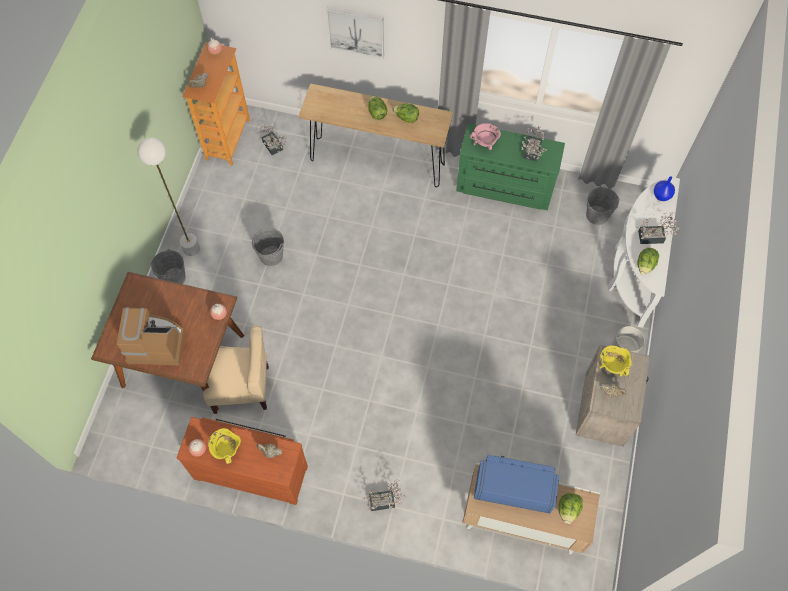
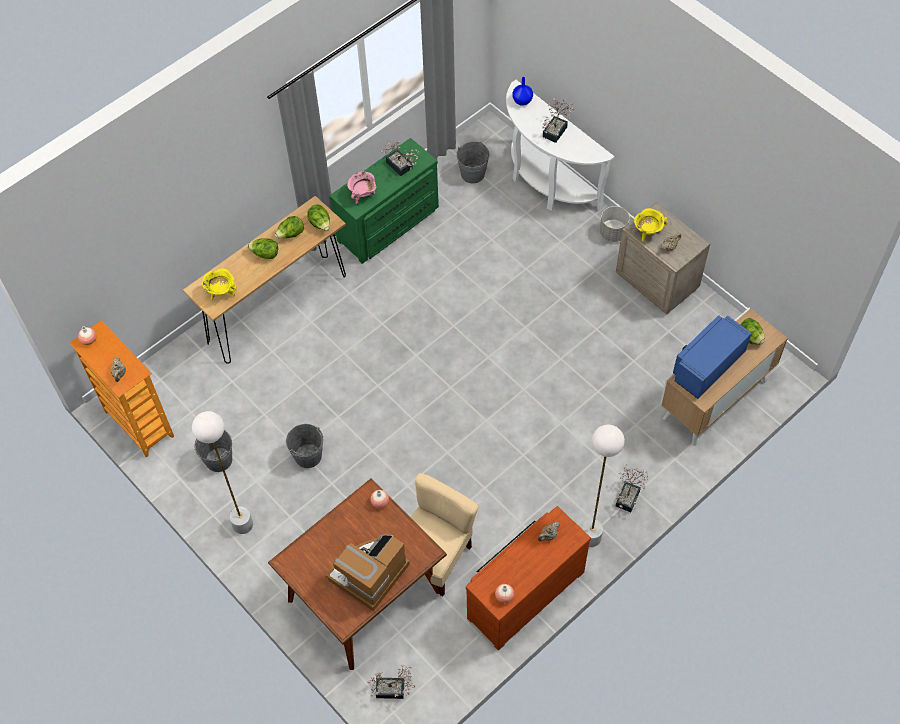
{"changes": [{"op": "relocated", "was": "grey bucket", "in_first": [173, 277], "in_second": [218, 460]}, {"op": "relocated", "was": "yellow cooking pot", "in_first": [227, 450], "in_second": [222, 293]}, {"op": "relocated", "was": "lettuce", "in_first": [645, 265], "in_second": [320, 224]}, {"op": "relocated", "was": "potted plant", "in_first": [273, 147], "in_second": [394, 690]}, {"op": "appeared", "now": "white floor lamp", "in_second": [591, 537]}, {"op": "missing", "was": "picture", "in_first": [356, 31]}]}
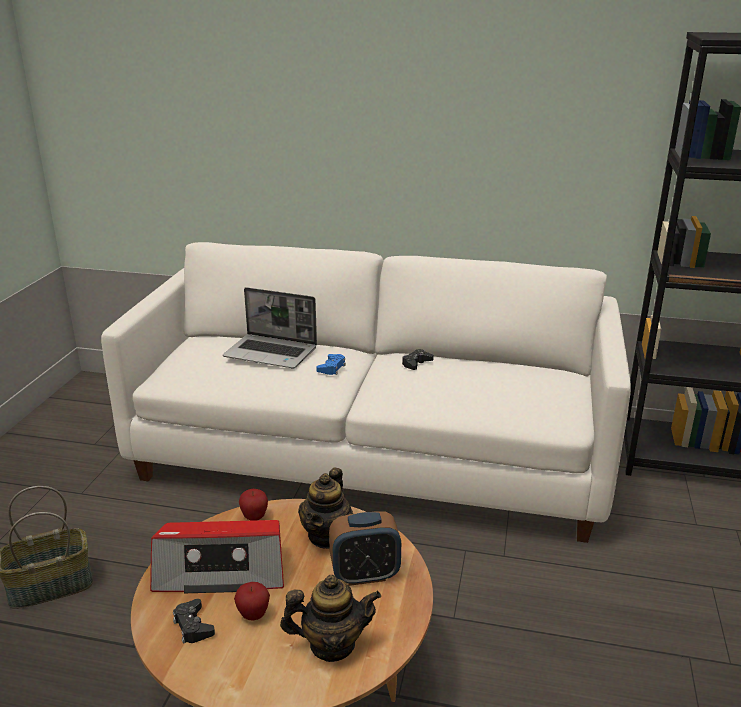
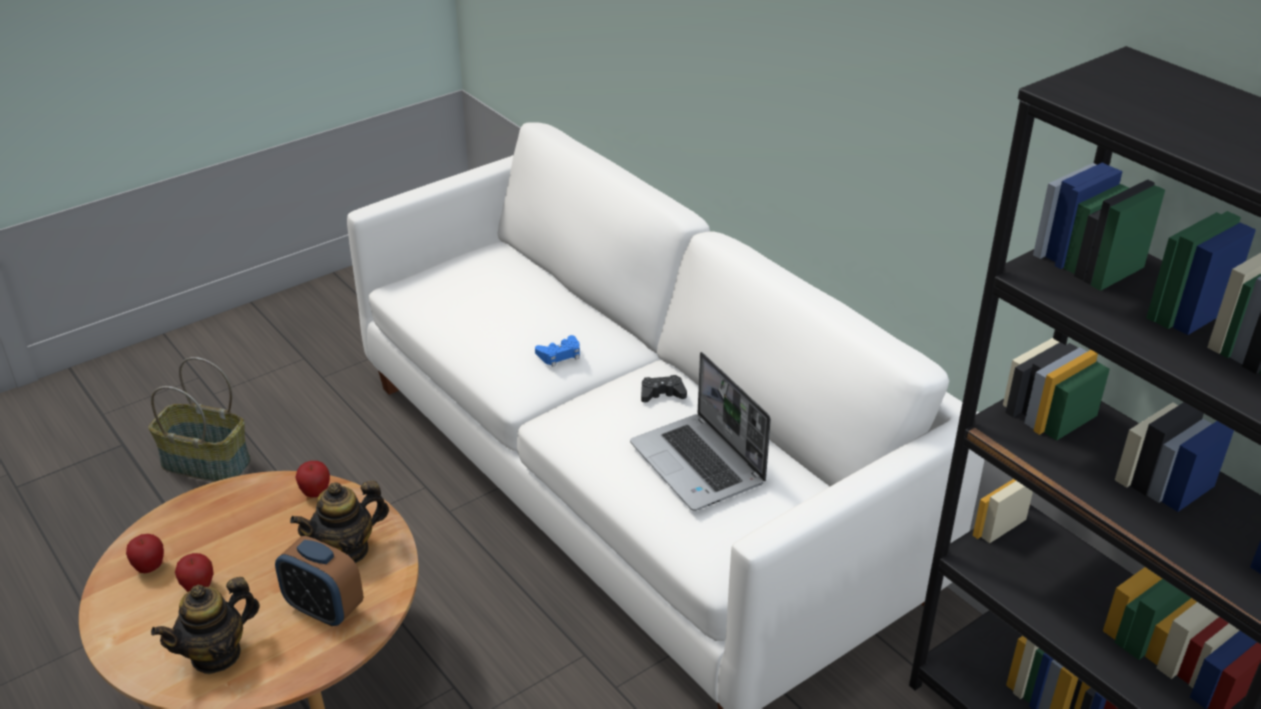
{"changes": [{"op": "exchanged", "was": "black game controller", "now": "apple", "in_first": [193, 626], "in_second": [150, 568]}, {"op": "spun", "was": "teapot", "in_first": [332, 645], "in_second": [216, 654], "clockwise": 105}, {"op": "relocated", "was": "laptop", "in_first": [272, 353], "in_second": [699, 464]}, {"op": "missing", "was": "radio", "in_first": [221, 570]}]}
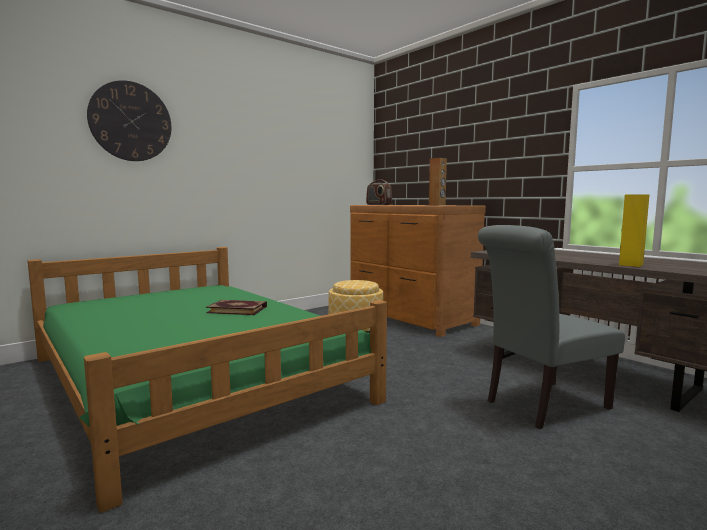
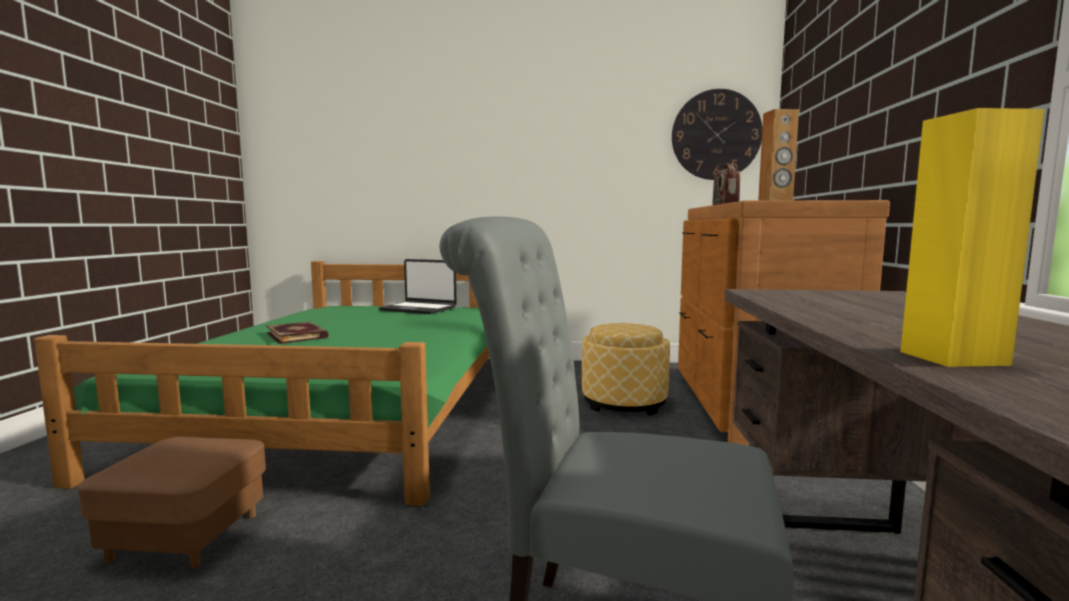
{"changes": [{"op": "appeared", "now": "brown ottoman", "in_second": [186, 537]}, {"op": "relocated", "was": "book", "in_first": [237, 309], "in_second": [298, 335]}, {"op": "appeared", "now": "laptop", "in_second": [419, 309]}, {"op": "relocated", "was": "wall clock", "in_first": [131, 121], "in_second": [716, 135]}]}
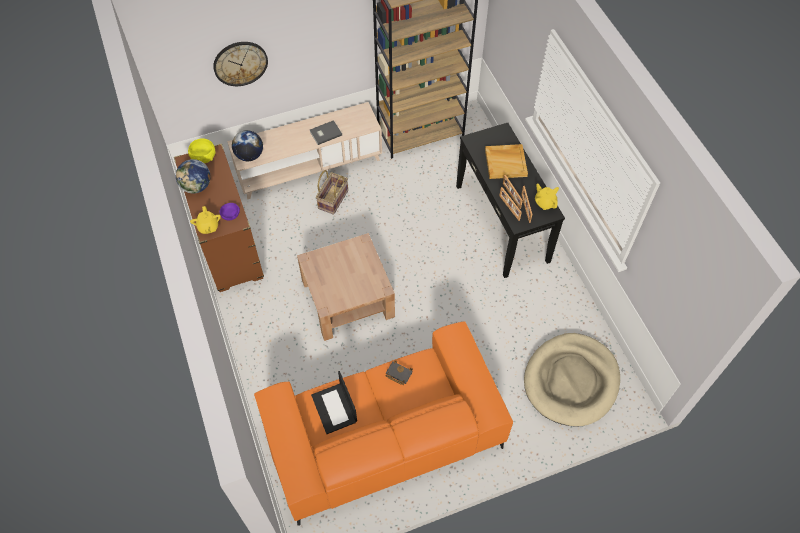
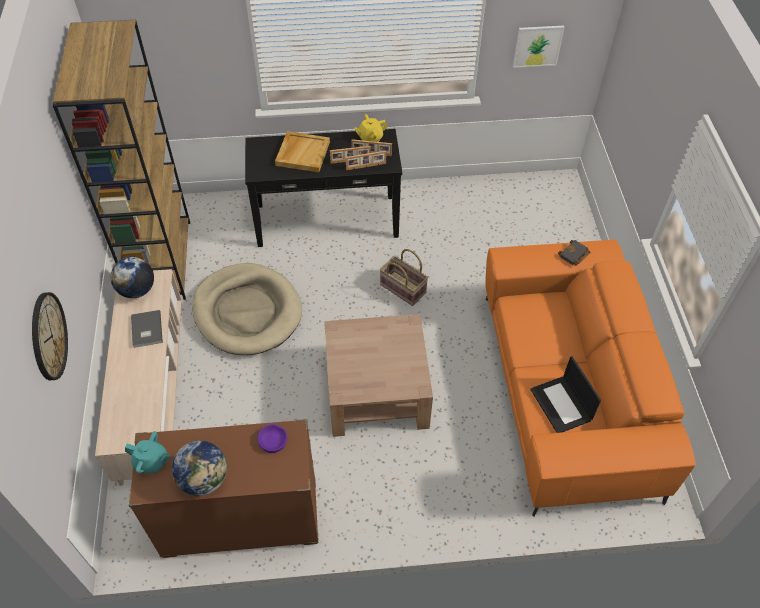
{"changes": [{"op": "relocated", "was": "globe", "in_first": [249, 155], "in_second": [137, 290]}, {"op": "exchanged", "was": "yellow bowl", "now": "turquoise teapot", "in_first": [203, 157], "in_second": [151, 461]}, {"op": "relocated", "was": "beige dog bed", "in_first": [571, 381], "in_second": [247, 312]}, {"op": "relocated", "was": "basket", "in_first": [332, 199], "in_second": [402, 289]}, {"op": "appeared", "now": "picture", "in_second": [537, 46]}, {"op": "spun", "was": "laptop", "in_first": [335, 408], "in_second": [562, 405], "clockwise": 75}, {"op": "relocated", "was": "black book", "in_first": [398, 374], "in_second": [574, 255]}, {"op": "missing", "was": "yellow teapot", "in_first": [208, 227]}]}
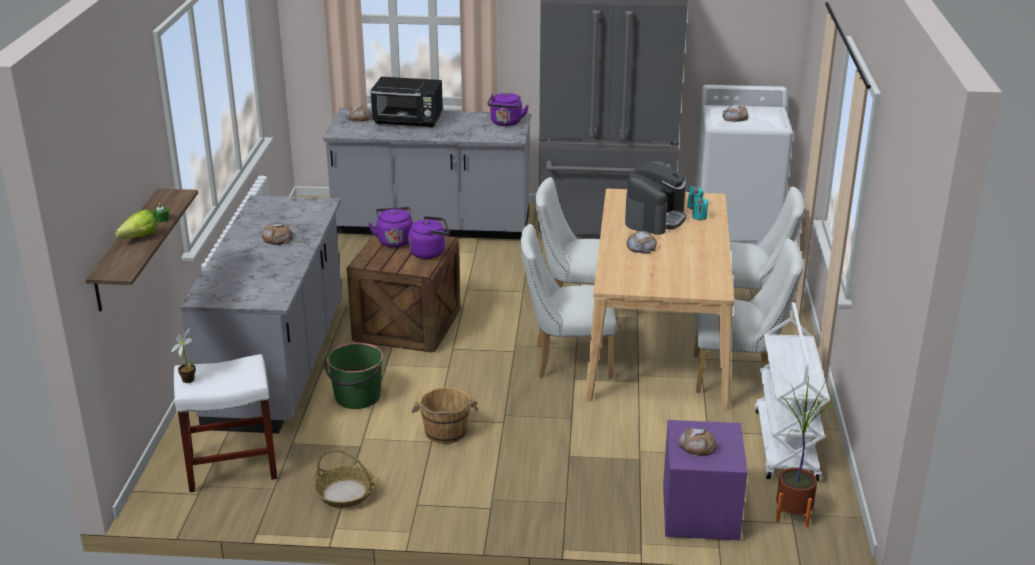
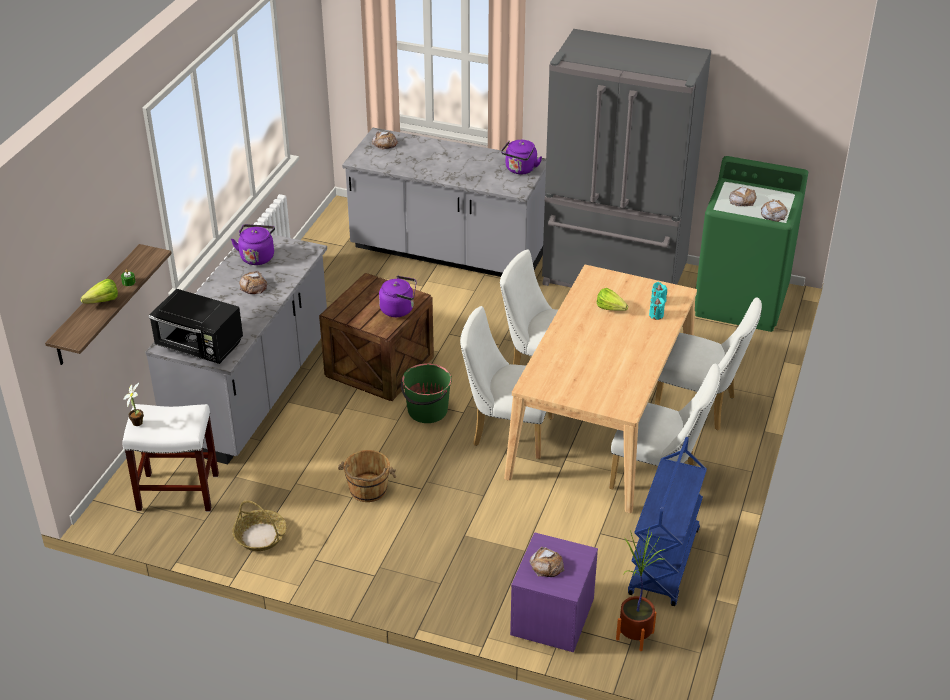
{"changes": [{"op": "relocated", "was": "black microwave", "in_first": [408, 121], "in_second": [200, 347]}, {"op": "relocated", "was": "purple kettle", "in_first": [394, 240], "in_second": [257, 256]}, {"op": "relocated", "was": "green bucket", "in_first": [357, 397], "in_second": [427, 411]}, {"op": "exchanged", "was": "coffee machine", "now": "lettuce", "in_first": [655, 218], "in_second": [612, 310]}, {"op": "colour", "was": "white cart", "now": "blue cart", "in_first": [786, 446], "in_second": [664, 563]}, {"op": "colour", "was": "white washing machine", "now": "green washing machine", "in_first": [736, 229], "in_second": [741, 301]}, {"op": "relocated", "was": "bread", "in_first": [641, 246], "in_second": [773, 214]}]}
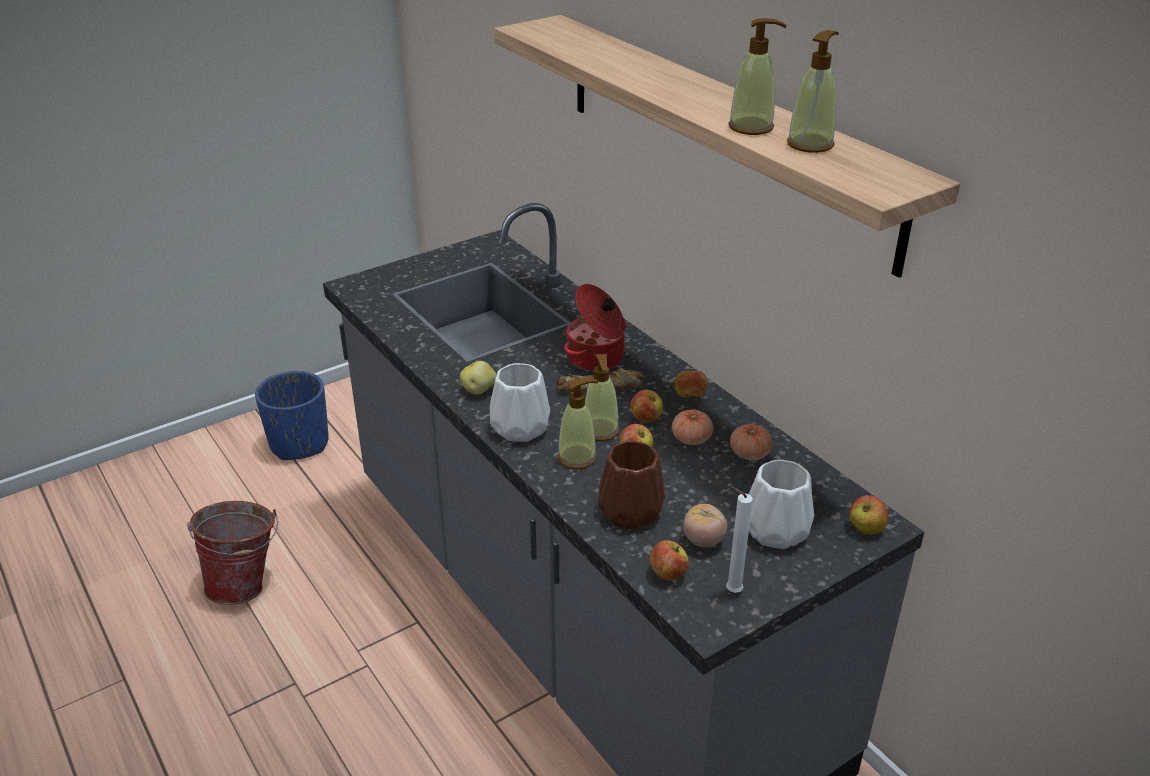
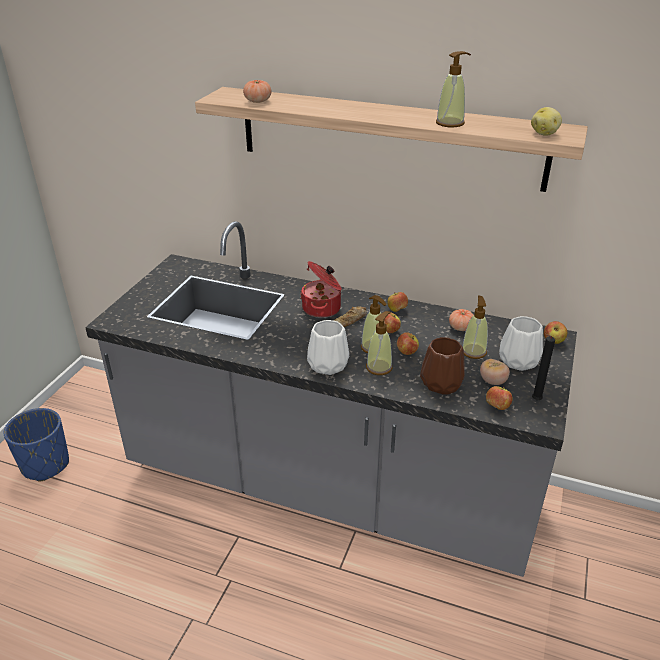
{"changes": [{"op": "relocated", "was": "tomato", "in_first": [691, 439], "in_second": [258, 101]}, {"op": "relocated", "was": "soap dispenser", "in_first": [810, 144], "in_second": [473, 351]}, {"op": "relocated", "was": "potato", "in_first": [479, 390], "in_second": [544, 133]}, {"op": "colour", "was": "white candle", "now": "black candle", "in_first": [731, 591], "in_second": [535, 400]}, {"op": "missing", "was": "bucket", "in_first": [247, 584]}]}
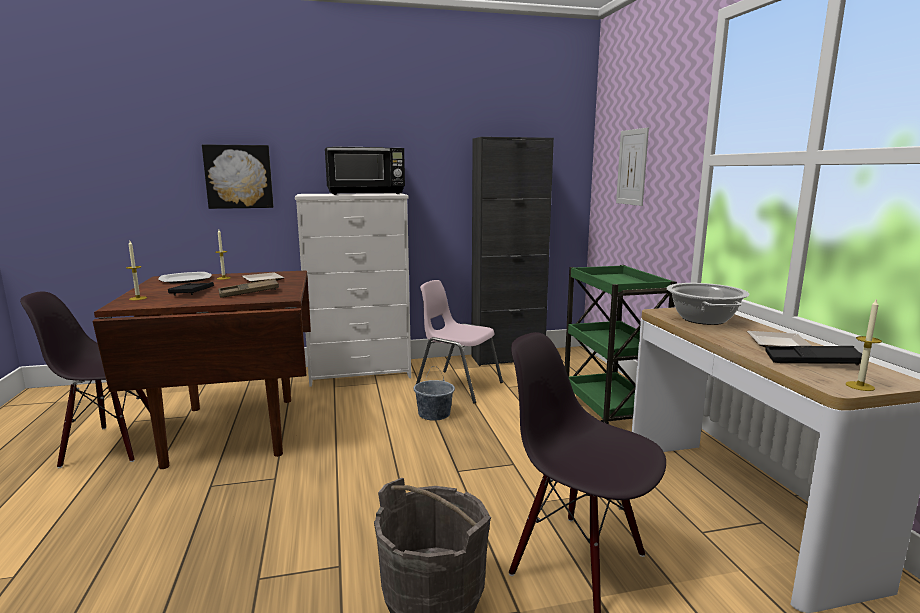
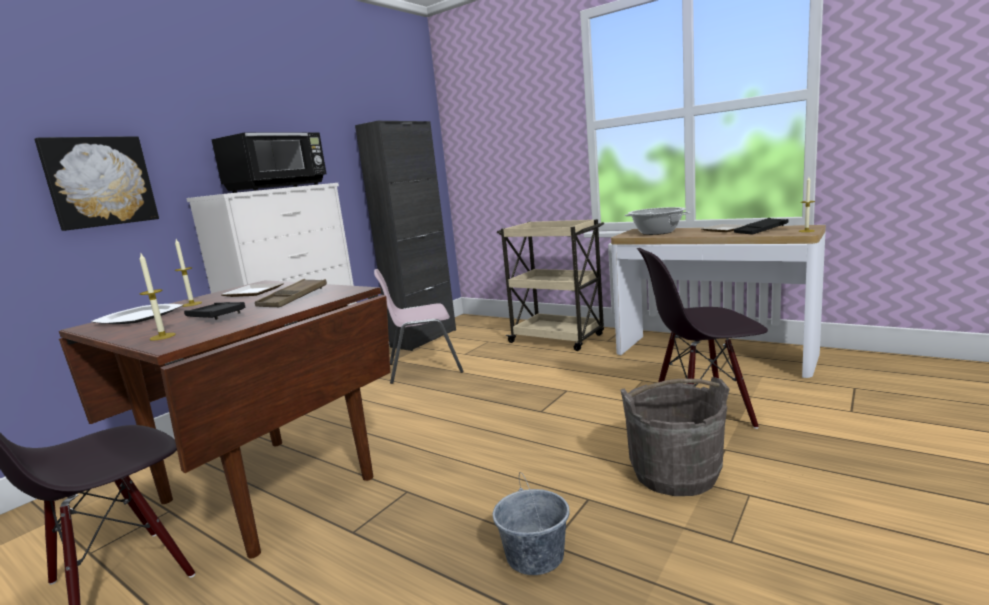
{"changes": [{"op": "relocated", "was": "grey bucket", "in_first": [434, 414], "in_second": [535, 556]}, {"op": "colour", "was": "green cart", "now": "beige cart", "in_first": [610, 409], "in_second": [558, 339]}, {"op": "missing", "was": "picture", "in_first": [632, 167]}]}
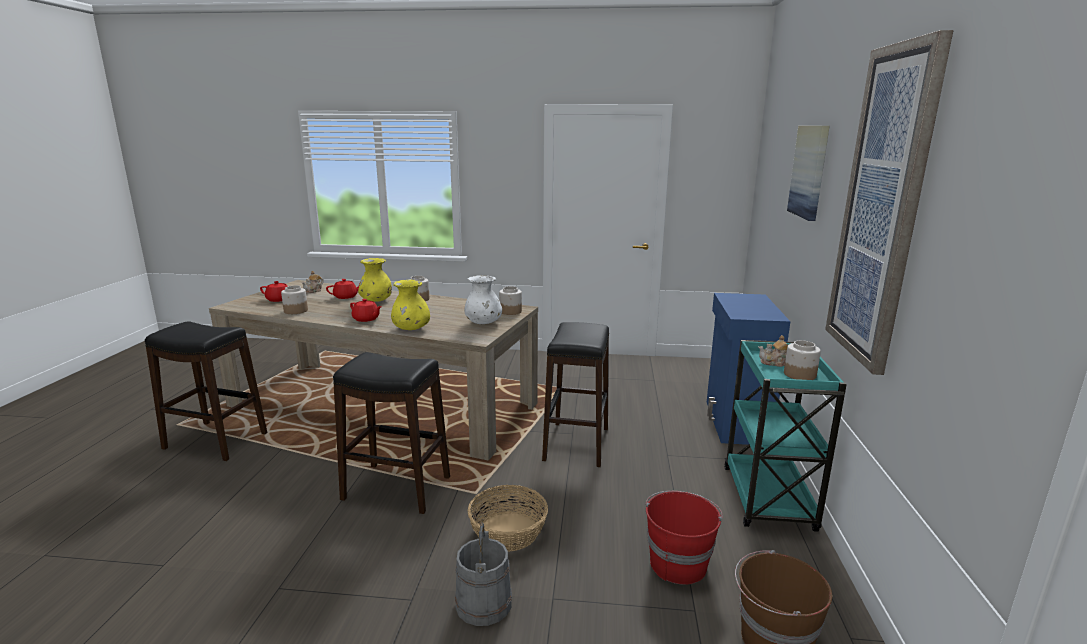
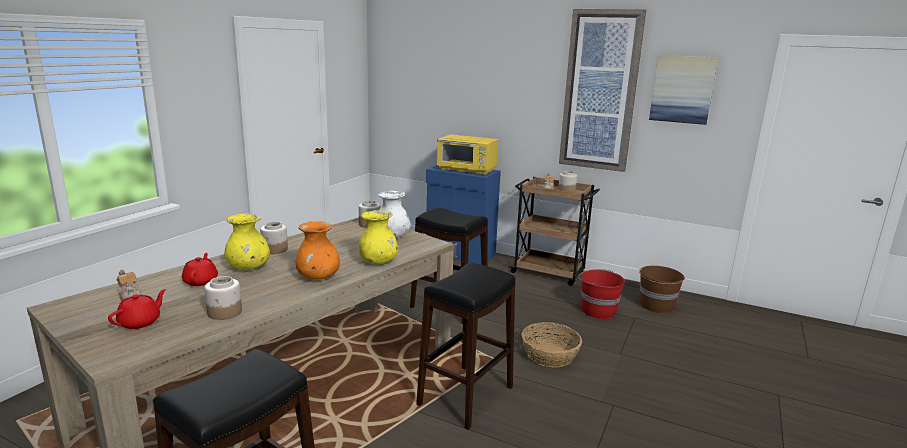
{"changes": [{"op": "exchanged", "was": "red teapot", "now": "orange vase", "in_first": [366, 319], "in_second": [318, 277]}, {"op": "appeared", "now": "yellow microwave", "in_second": [467, 170]}, {"op": "colour", "was": "turquoise cart", "now": "brown cart", "in_first": [768, 500], "in_second": [549, 272]}, {"op": "relocated", "was": "picture", "in_first": [809, 171], "in_second": [682, 89]}, {"op": "missing", "was": "grey bucket", "in_first": [484, 603]}]}
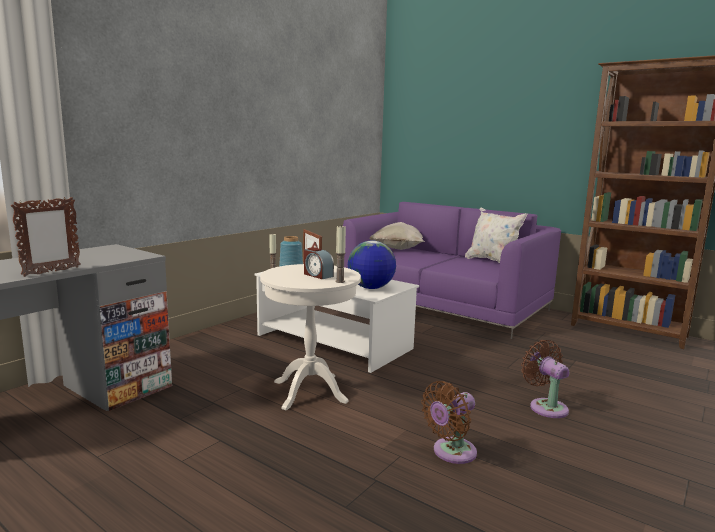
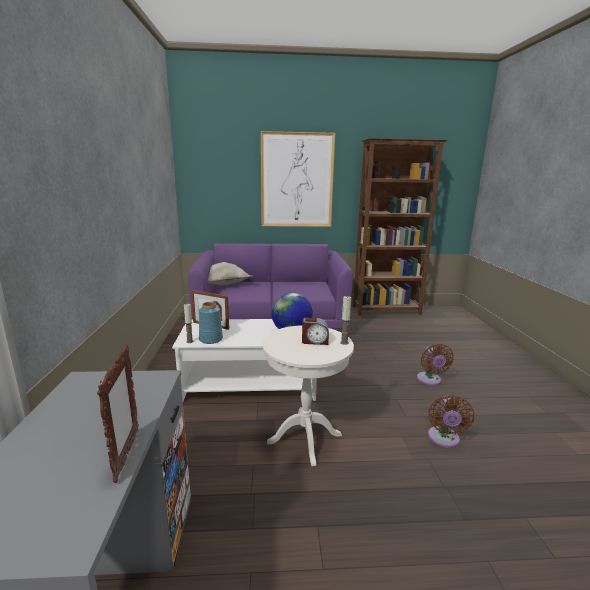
{"changes": [{"op": "appeared", "now": "picture", "in_second": [297, 180]}, {"op": "spun", "was": "brown fan", "in_first": [545, 406], "in_second": [430, 380], "clockwise": -120}, {"op": "missing", "was": "white pillow", "in_first": [492, 262]}]}
